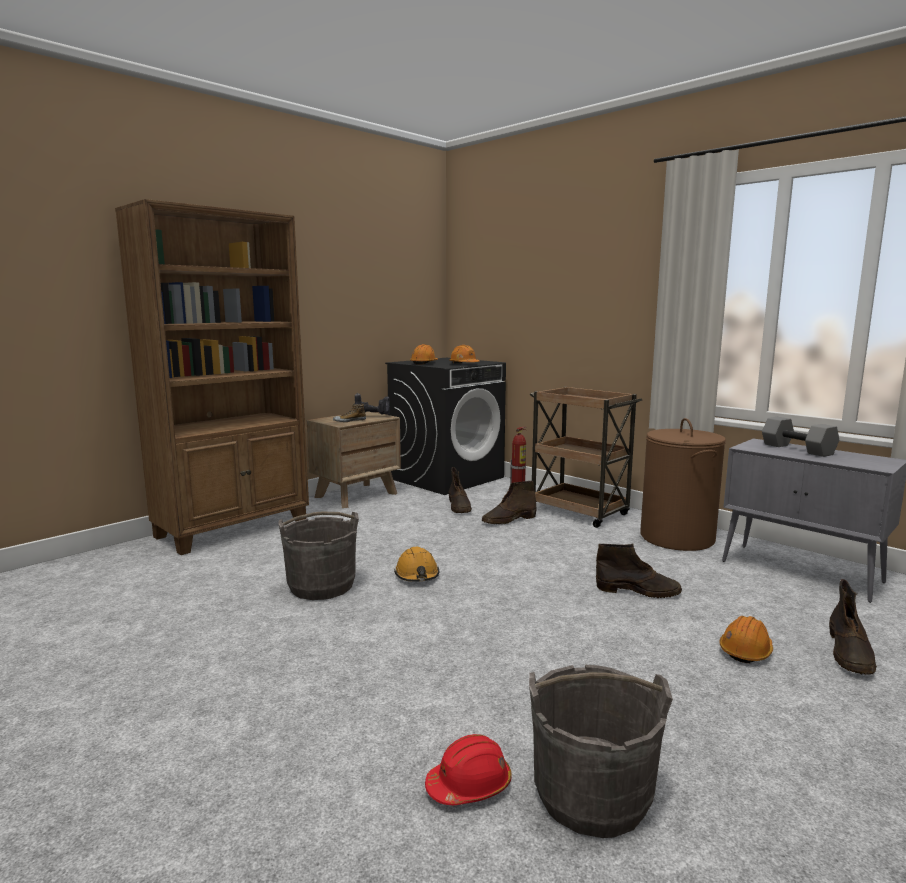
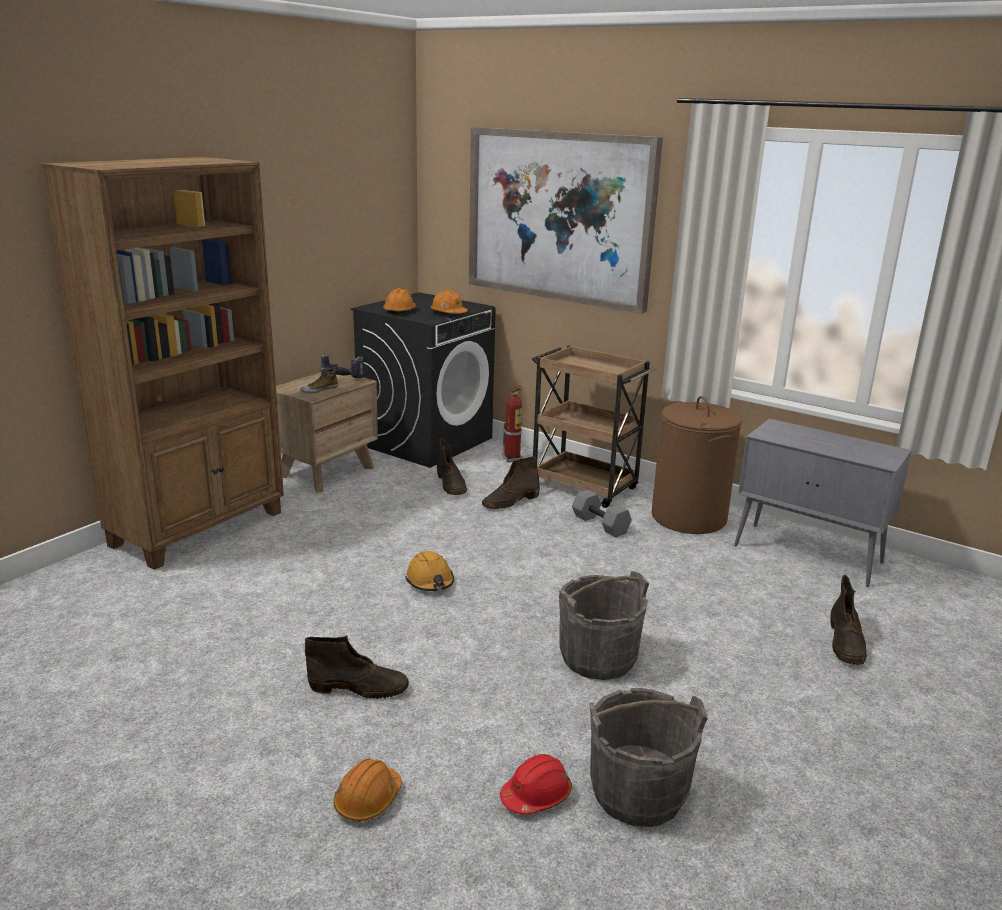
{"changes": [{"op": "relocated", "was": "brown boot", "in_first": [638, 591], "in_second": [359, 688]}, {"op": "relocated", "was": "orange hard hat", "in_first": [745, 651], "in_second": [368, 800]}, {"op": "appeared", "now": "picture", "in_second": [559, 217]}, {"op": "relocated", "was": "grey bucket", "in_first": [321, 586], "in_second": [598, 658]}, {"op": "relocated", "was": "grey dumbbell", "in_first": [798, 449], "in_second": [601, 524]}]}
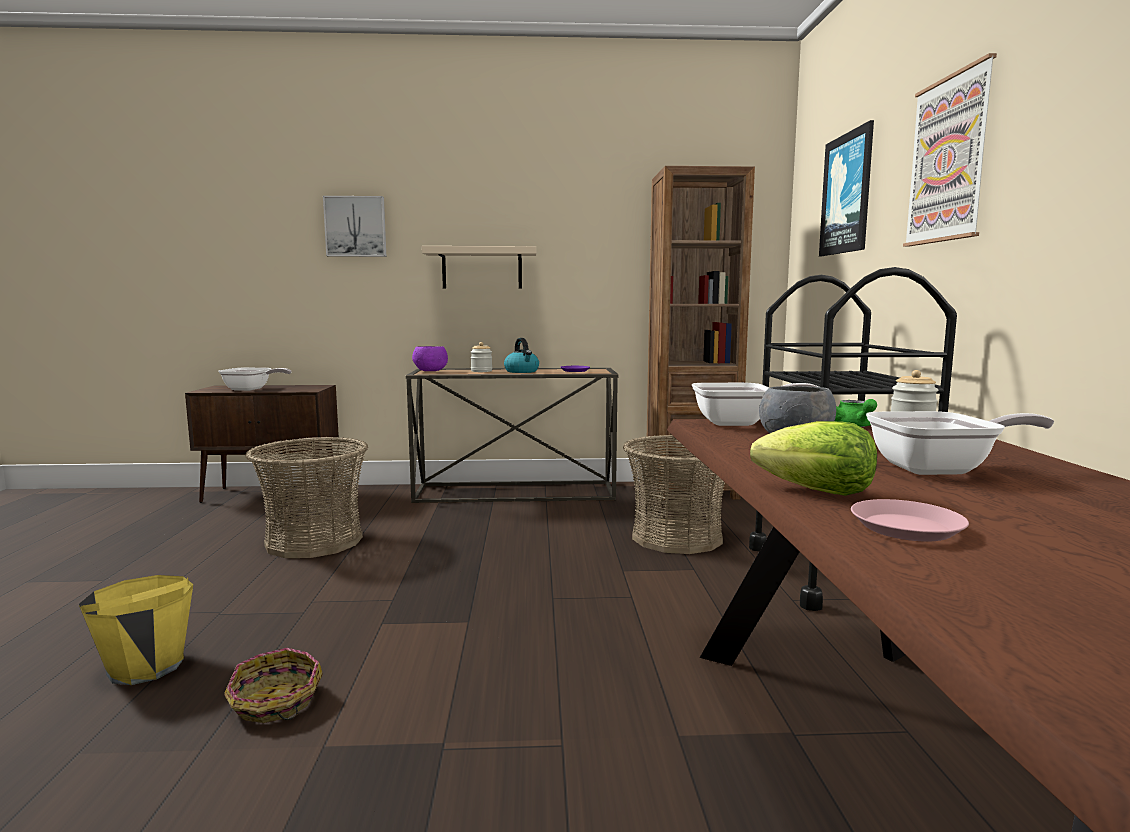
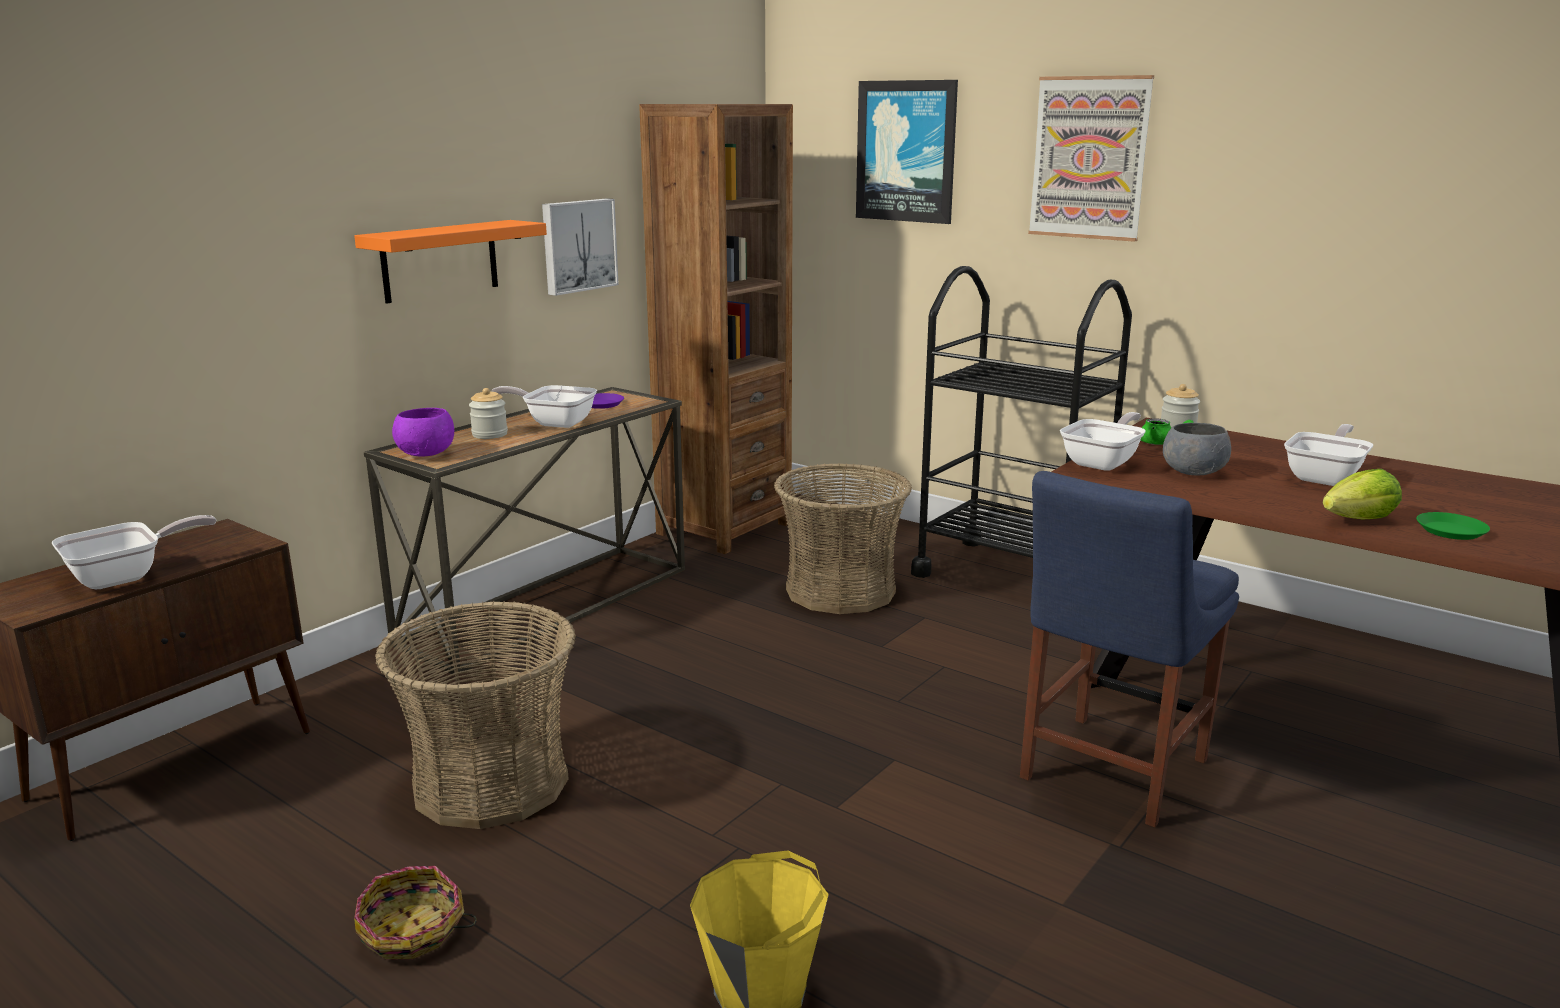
{"changes": [{"op": "colour", "was": "beige shelf", "now": "orange shelf", "in_first": [482, 268], "in_second": [440, 261]}, {"op": "relocated", "was": "basket", "in_first": [275, 703], "in_second": [413, 931]}, {"op": "exchanged", "was": "kettle", "now": "frying pan", "in_first": [522, 371], "in_second": [554, 423]}, {"op": "relocated", "was": "picture", "in_first": [356, 227], "in_second": [578, 245]}, {"op": "appeared", "now": "blue chair", "in_second": [1108, 772]}, {"op": "colour", "was": "pink plate", "now": "green plate", "in_first": [906, 528], "in_second": [1451, 531]}]}
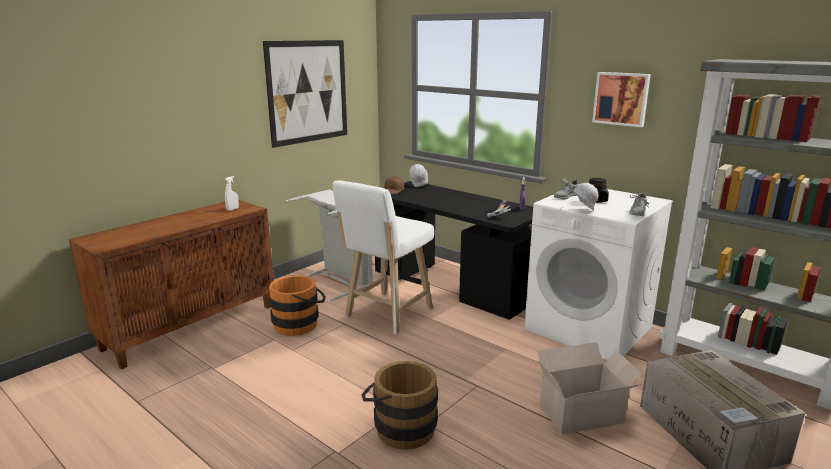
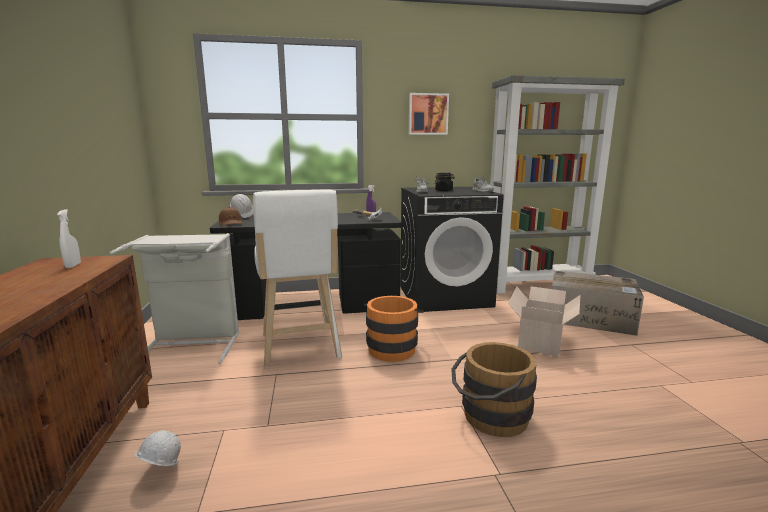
{"changes": [{"op": "relocated", "was": "white hard hat", "in_first": [582, 211], "in_second": [161, 472]}, {"op": "relocated", "was": "orange bucket", "in_first": [300, 324], "in_second": [393, 347]}, {"op": "colour", "was": "white washing machine", "now": "black washing machine", "in_first": [589, 328], "in_second": [445, 296]}, {"op": "missing", "was": "picture", "in_first": [308, 92]}]}
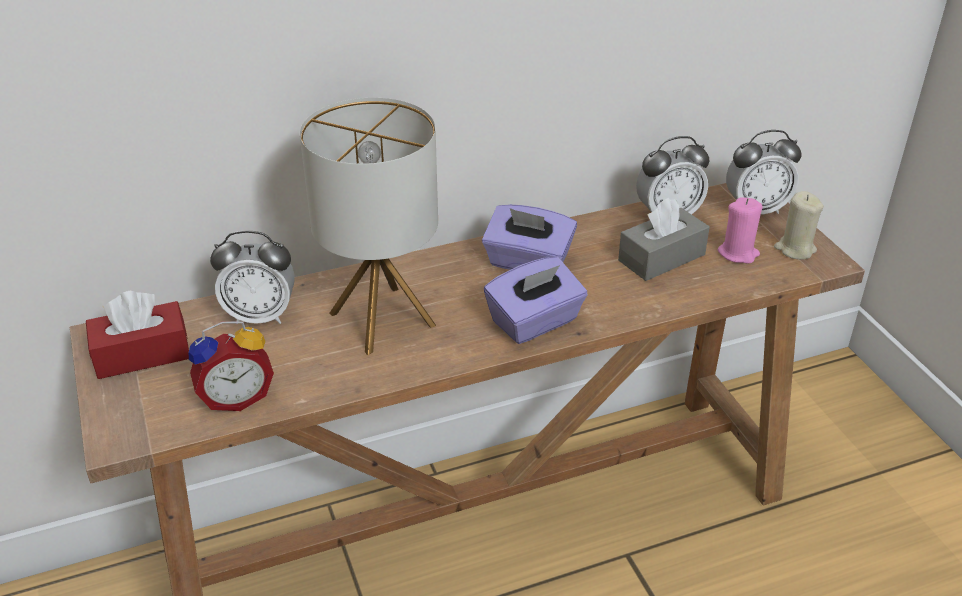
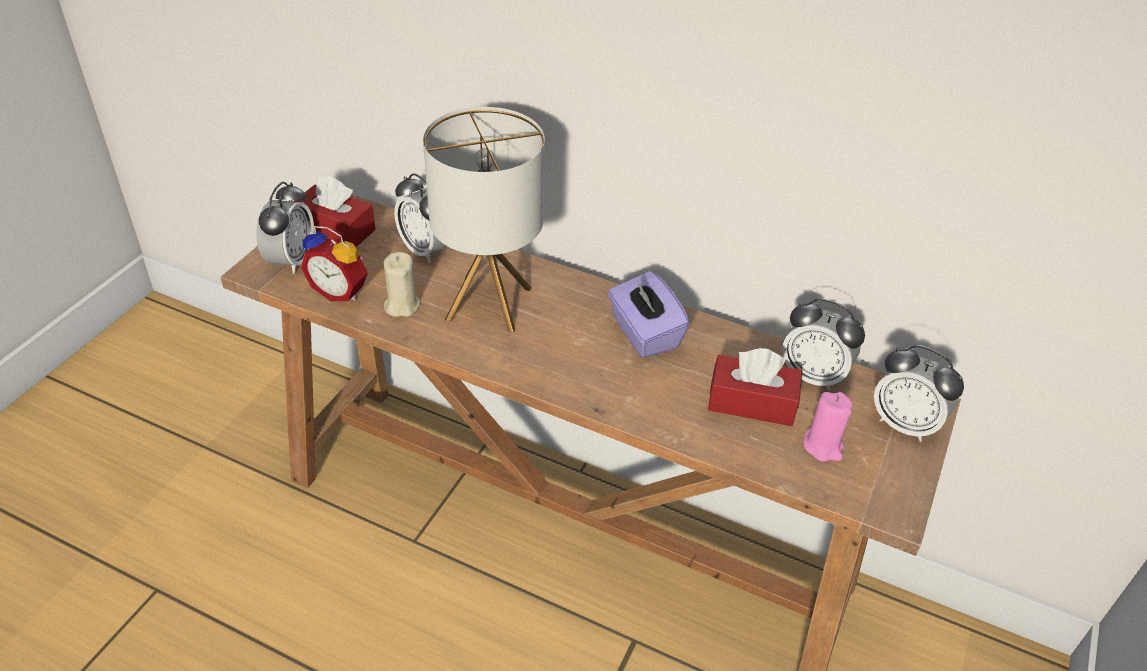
{"changes": [{"op": "appeared", "now": "alarm clock", "in_second": [291, 260]}, {"op": "relocated", "was": "beige candle", "in_first": [795, 249], "in_second": [402, 305]}, {"op": "colour", "was": "grey tissue box", "now": "red tissue box", "in_first": [661, 257], "in_second": [751, 402]}, {"op": "missing", "was": "purple tissue box", "in_first": [535, 322]}]}
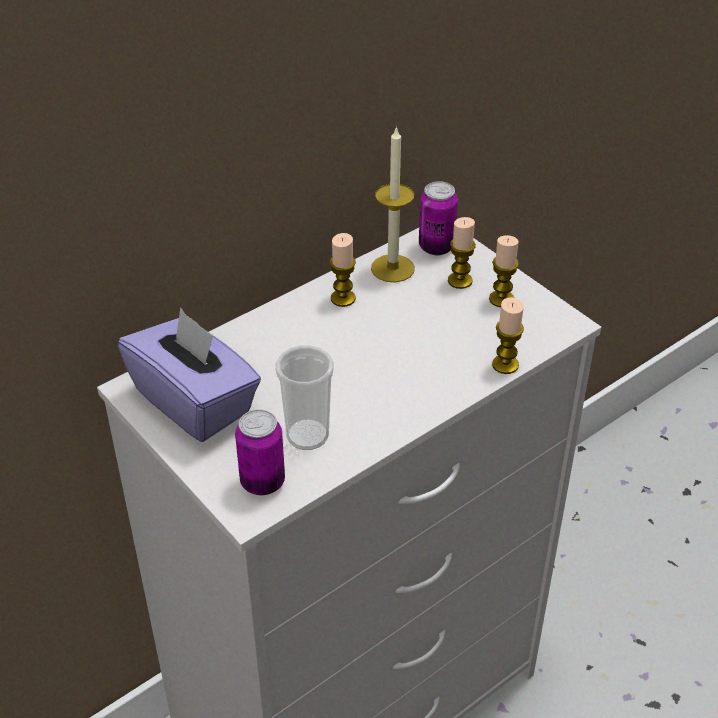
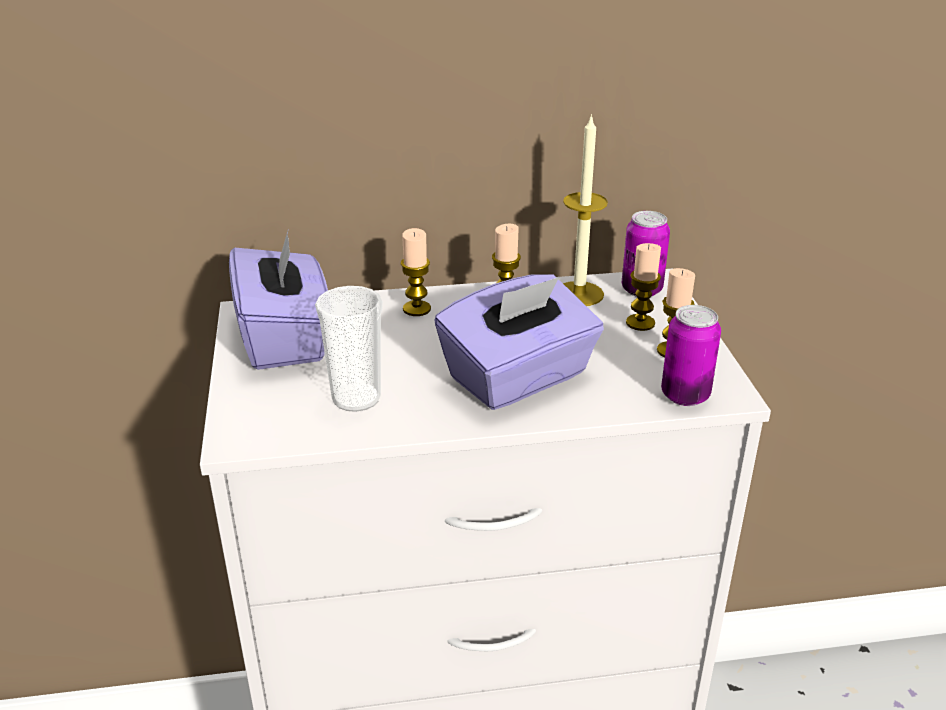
{"changes": [{"op": "relocated", "was": "candle", "in_first": [505, 365], "in_second": [416, 309]}, {"op": "appeared", "now": "purple tissue box", "in_second": [519, 378]}, {"op": "relocated", "was": "can", "in_first": [262, 482], "in_second": [685, 395]}]}
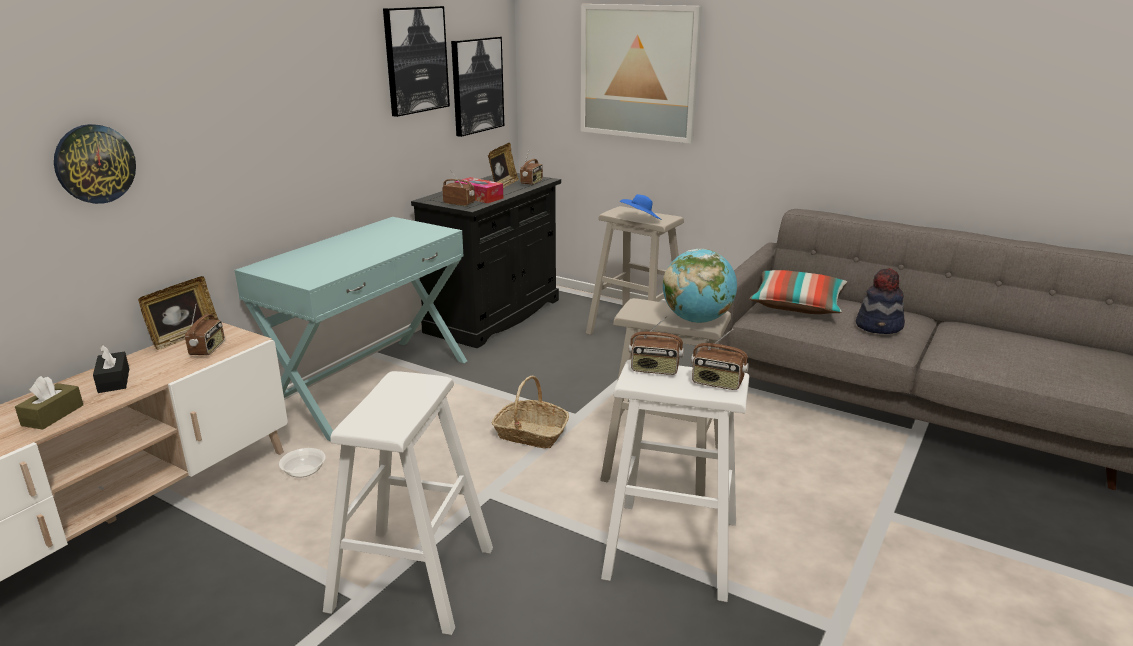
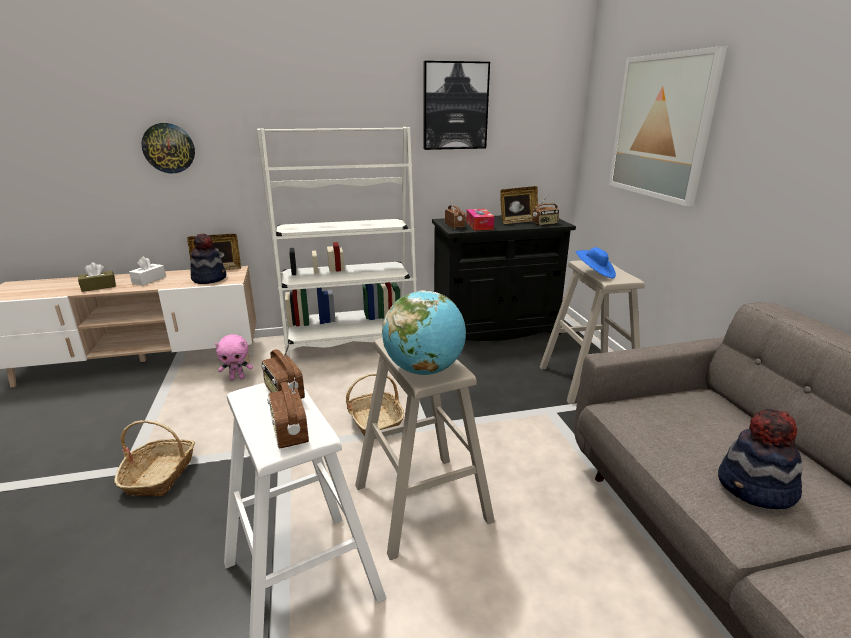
{"changes": [{"op": "exchanged", "was": "white stool", "now": "basket", "in_first": [412, 578], "in_second": [160, 475]}, {"op": "colour", "was": "black tissue box", "now": "white tissue box", "in_first": [114, 380], "in_second": [149, 280]}, {"op": "exchanged", "was": "radio", "now": "hat", "in_first": [208, 349], "in_second": [209, 278]}, {"op": "exchanged", "was": "bowl", "now": "pink plush toy", "in_first": [304, 471], "in_second": [237, 378]}, {"op": "exchanged", "was": "turquoise console table", "now": "white bookcase", "in_first": [371, 385], "in_second": [350, 344]}, {"op": "missing", "was": "picture", "in_first": [476, 85]}, {"op": "missing", "was": "pillow", "in_first": [797, 305]}]}
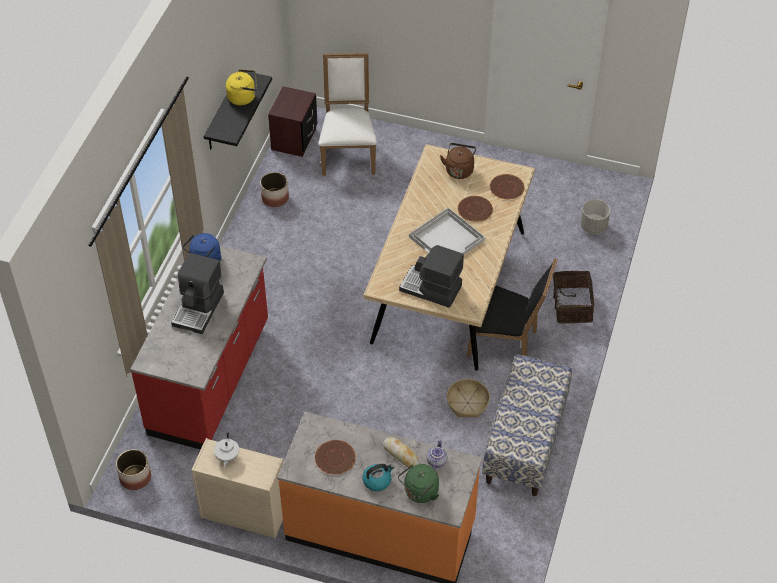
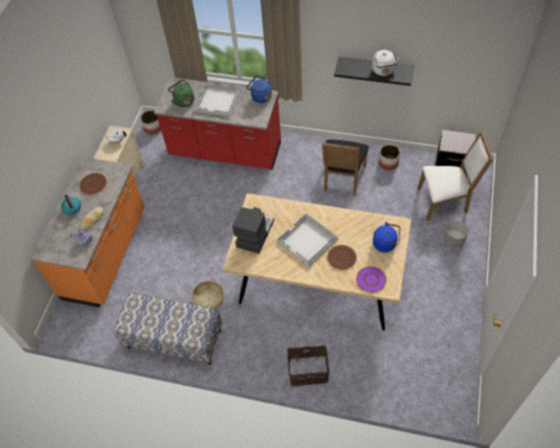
{"changes": [{"op": "relocated", "was": "green kettle", "in_first": [419, 493], "in_second": [183, 101]}, {"op": "exchanged", "was": "coffee machine", "now": "white tray", "in_first": [199, 308], "in_second": [218, 100]}, {"op": "relocated", "was": "black chair", "in_first": [506, 342], "in_second": [342, 179]}, {"op": "colour", "was": "brown plate", "now": "purple plate", "in_first": [506, 188], "in_second": [370, 280]}, {"op": "colour", "was": "yellow kettle", "now": "white kettle", "in_first": [243, 97], "in_second": [383, 71]}, {"op": "colour", "was": "brown kettle", "now": "blue kettle", "in_first": [459, 169], "in_second": [386, 244]}, {"op": "relocated", "was": "grey planter", "in_first": [593, 226], "in_second": [454, 240]}]}
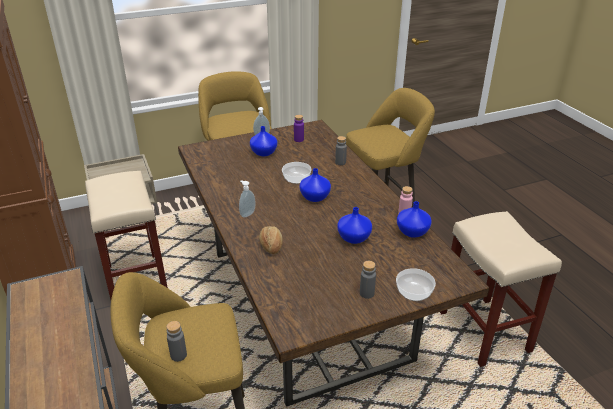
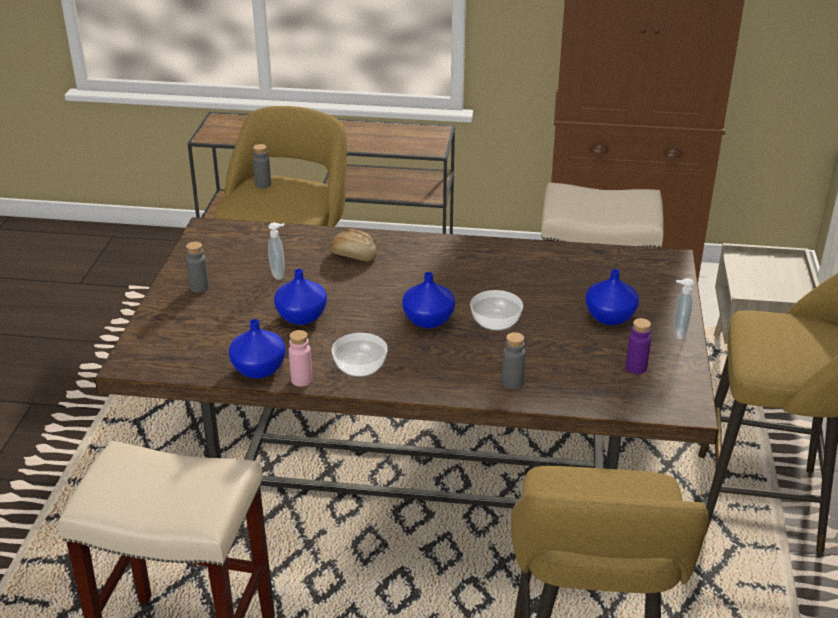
{"changes": [{"op": "relocated", "was": "soap dispenser", "in_first": [247, 214], "in_second": [279, 274]}, {"op": "relocated", "was": "bowl", "in_first": [414, 292], "in_second": [360, 367]}]}
